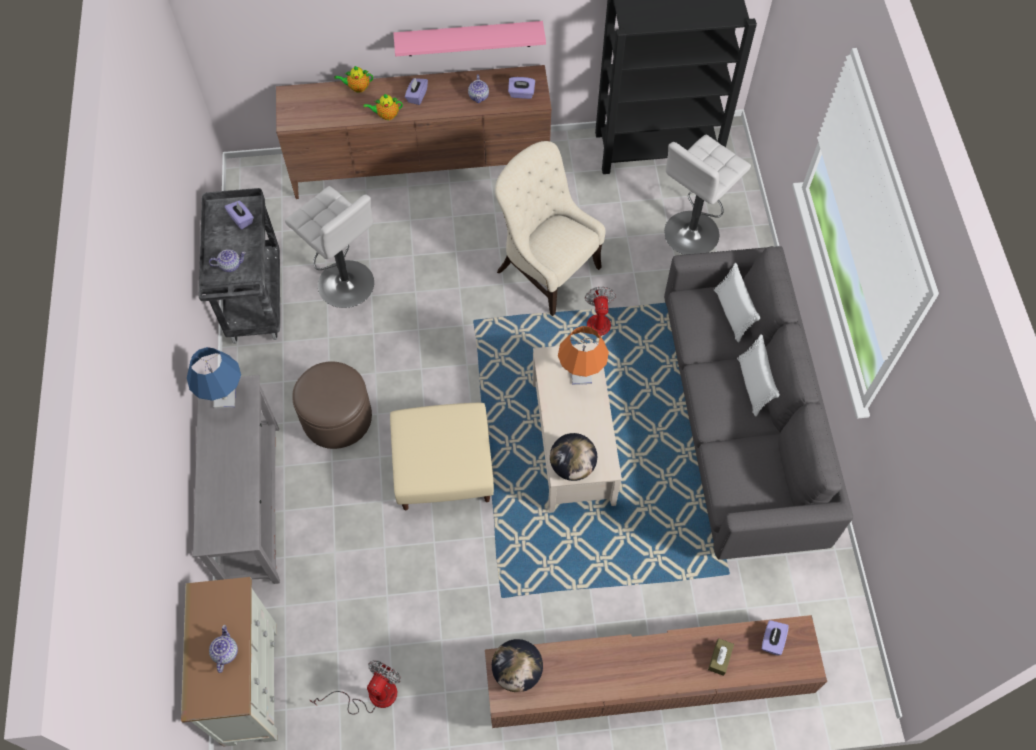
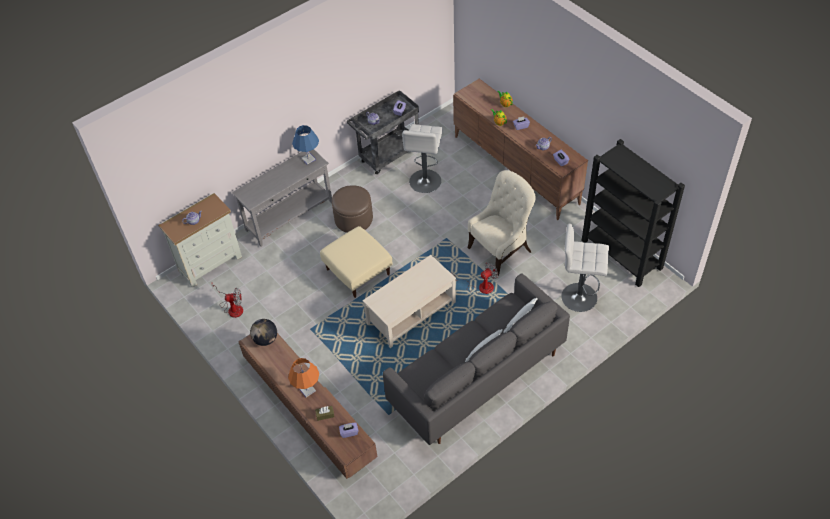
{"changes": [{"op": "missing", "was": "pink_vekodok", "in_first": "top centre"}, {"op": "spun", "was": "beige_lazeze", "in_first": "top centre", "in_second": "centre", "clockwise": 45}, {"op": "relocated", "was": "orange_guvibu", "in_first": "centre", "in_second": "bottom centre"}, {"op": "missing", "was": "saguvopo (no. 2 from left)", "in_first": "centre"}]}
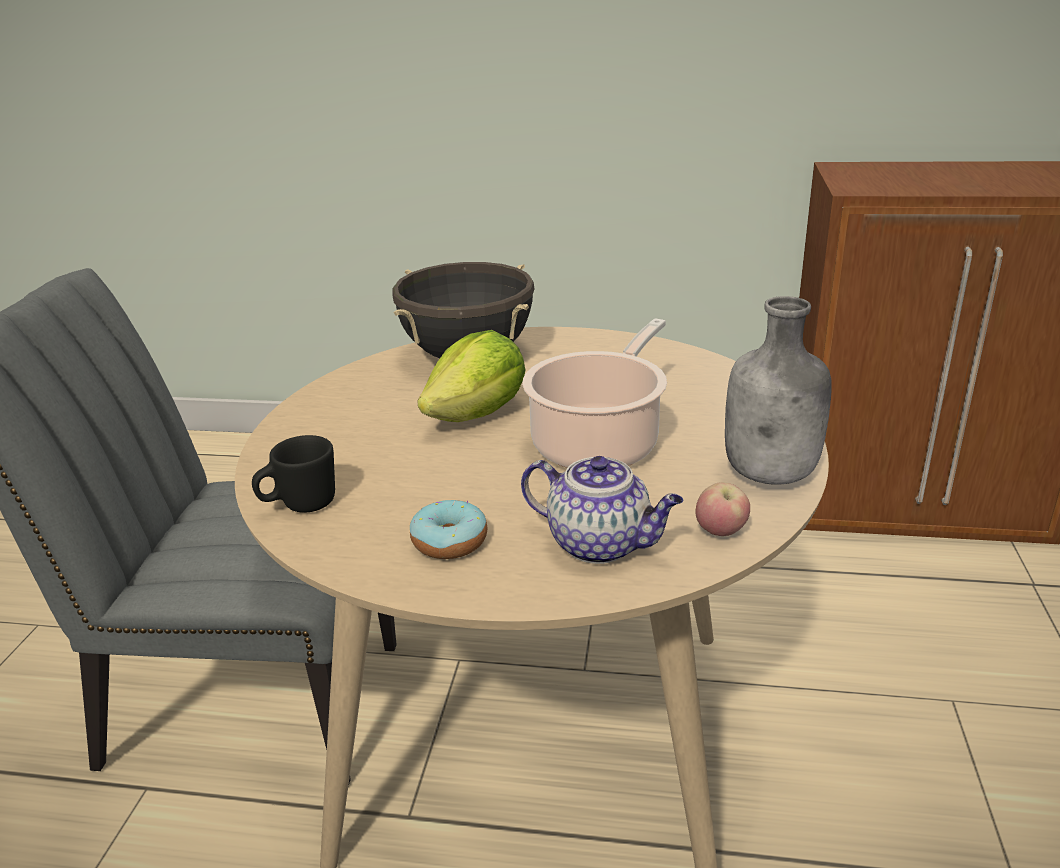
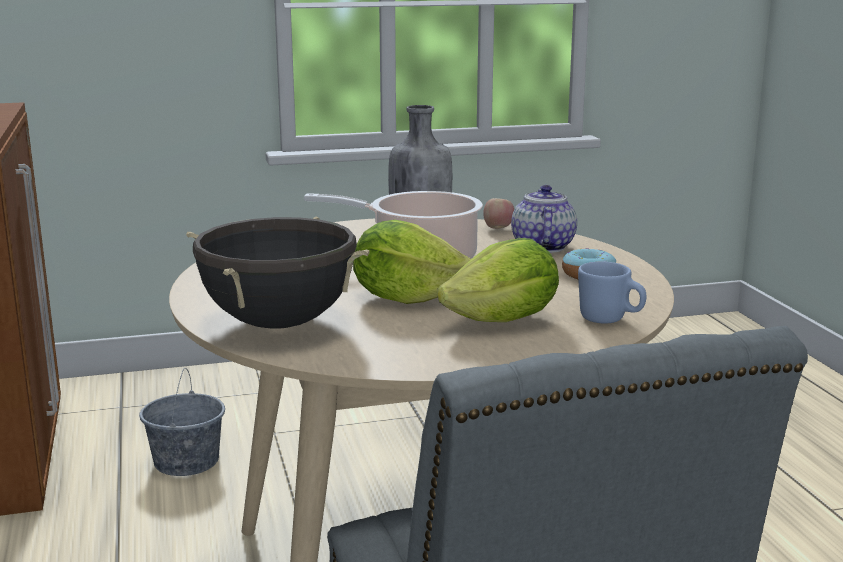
{"changes": [{"op": "colour", "was": "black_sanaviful", "now": "blue_sanaviful", "in_first": "middle left", "in_second": "middle right"}, {"op": "appeared", "now": "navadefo (no. 2 from left)", "in_second": "centre"}, {"op": "appeared", "now": "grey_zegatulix", "in_second": "bottom left"}]}
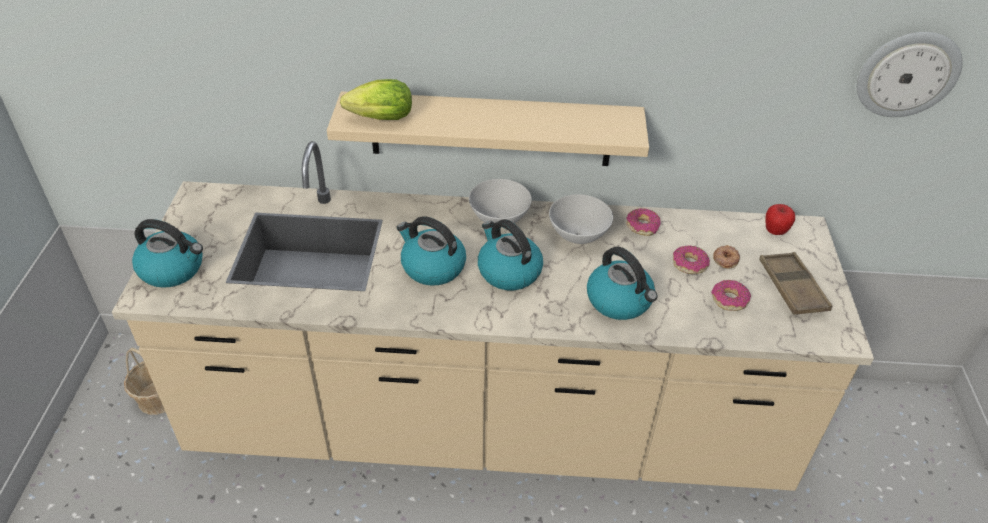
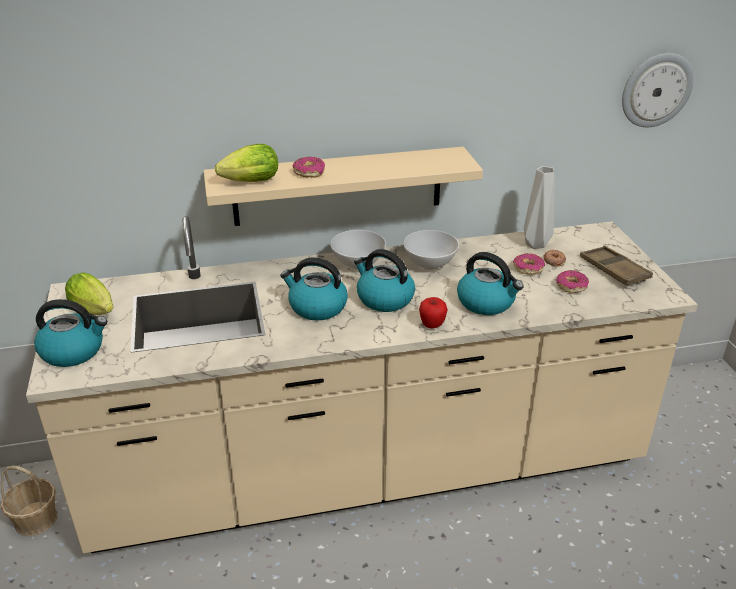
{"changes": [{"op": "relocated", "was": "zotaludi", "in_first": "middle right", "in_second": "centre"}, {"op": "relocated", "was": "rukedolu (no. 1 from left)", "in_first": "centre", "in_second": "top centre"}, {"op": "appeared", "now": "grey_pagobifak", "in_second": "middle right"}, {"op": "appeared", "now": "navadefo (no. 1 from left)", "in_second": "middle left"}]}
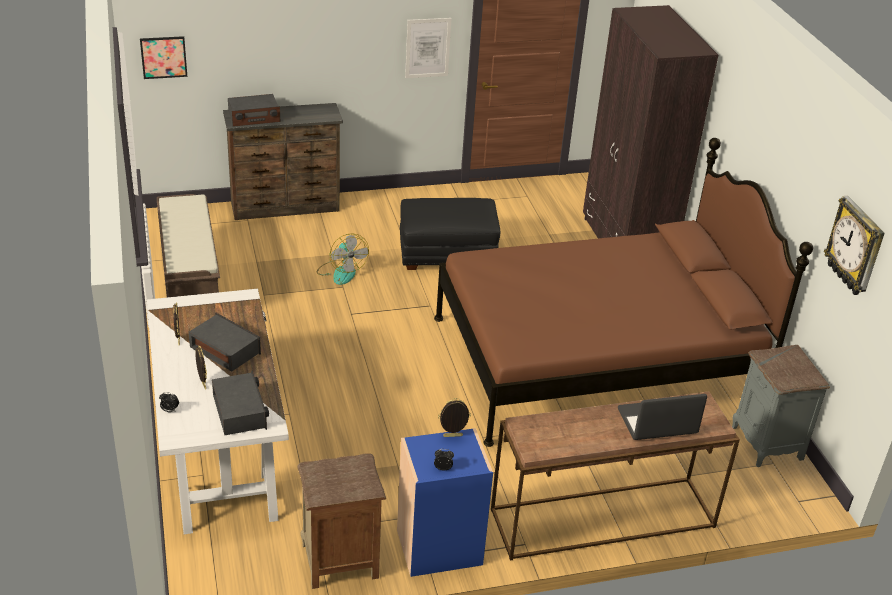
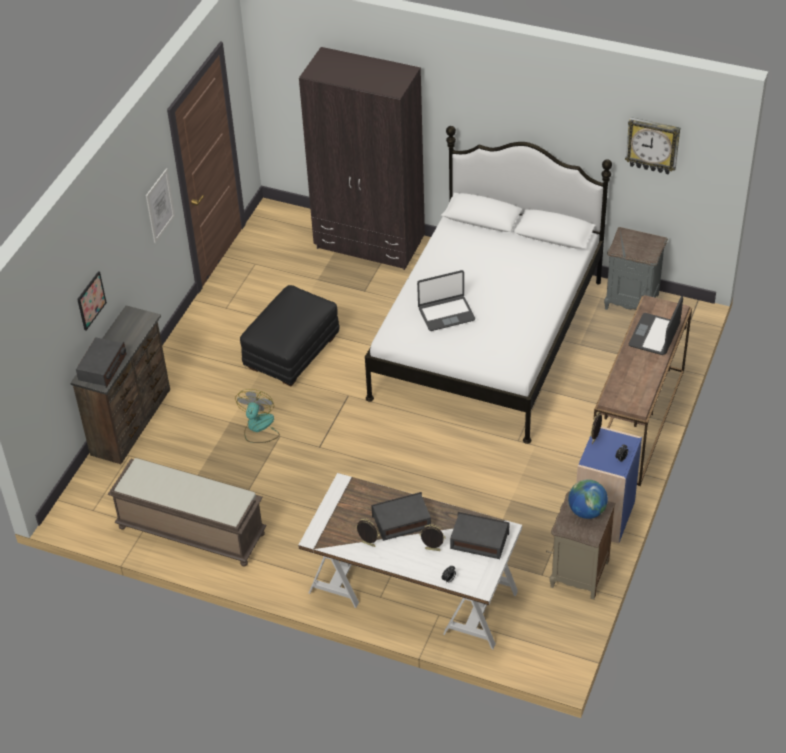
{"changes": [{"op": "relocated", "was": "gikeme (no. 1 from left)", "in_first": "top left", "in_second": "middle left"}, {"op": "colour", "was": "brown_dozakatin", "now": "white_dozakatin", "in_first": "middle right", "in_second": "centre"}, {"op": "spun", "was": "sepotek", "in_first": "centre", "in_second": "middle left", "clockwise": -90}, {"op": "appeared", "now": "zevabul (no. 1 from left)", "in_second": "centre"}, {"op": "appeared", "now": "saguvopo", "in_second": "middle right"}]}
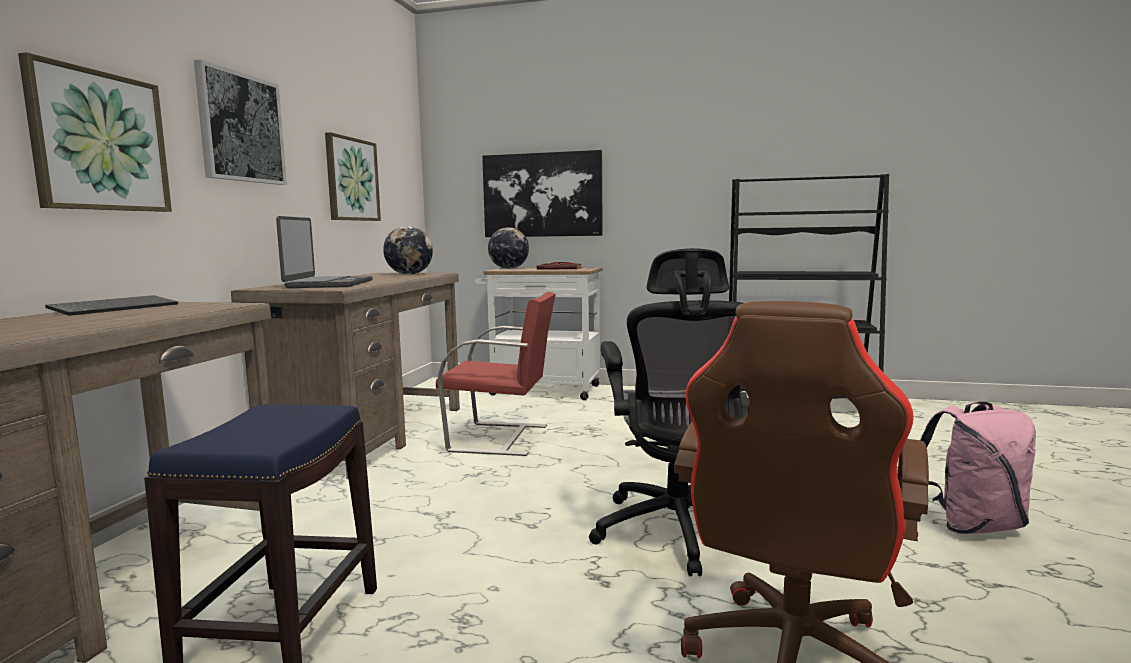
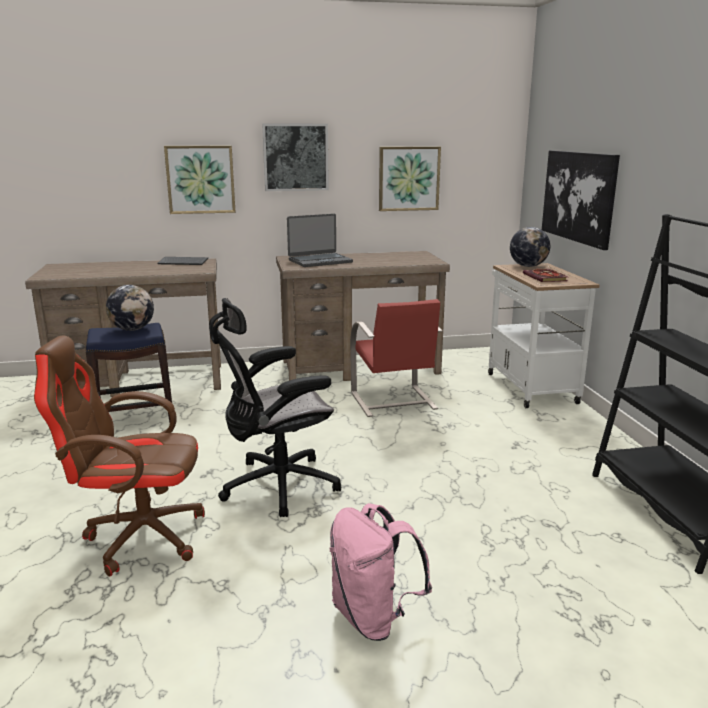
{"changes": [{"op": "relocated", "was": "saguvopo (no. 1 from left)", "in_first": "centre", "in_second": "middle left"}]}
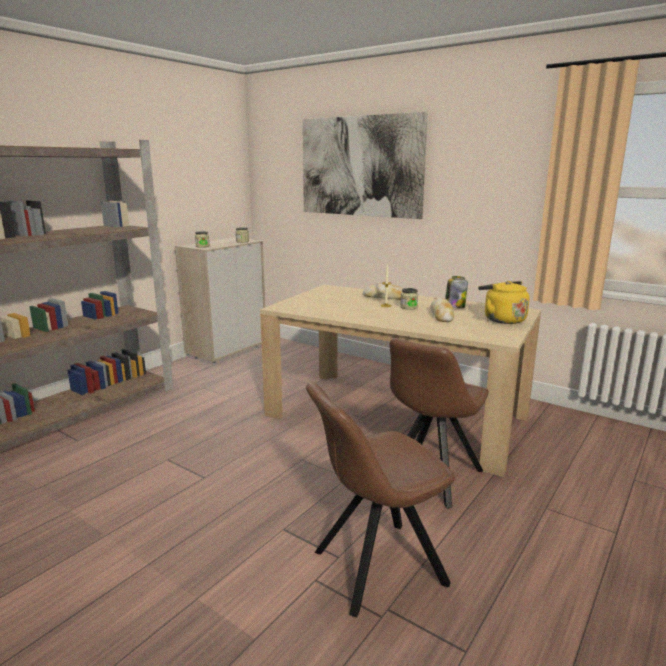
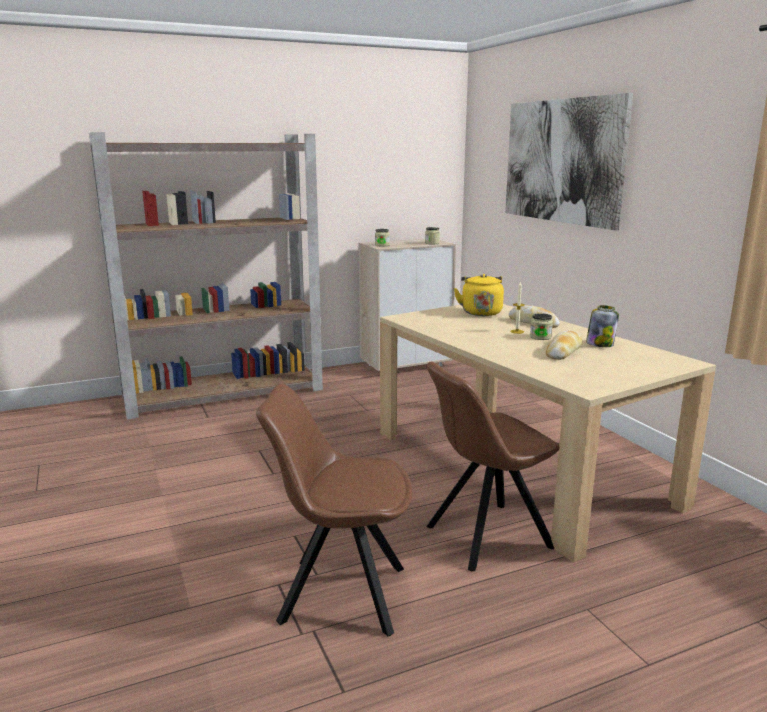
{"changes": [{"op": "relocated", "was": "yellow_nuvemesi", "in_first": "middle right", "in_second": "centre"}]}
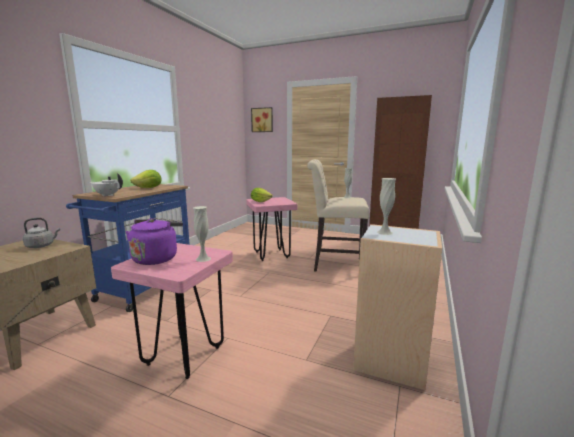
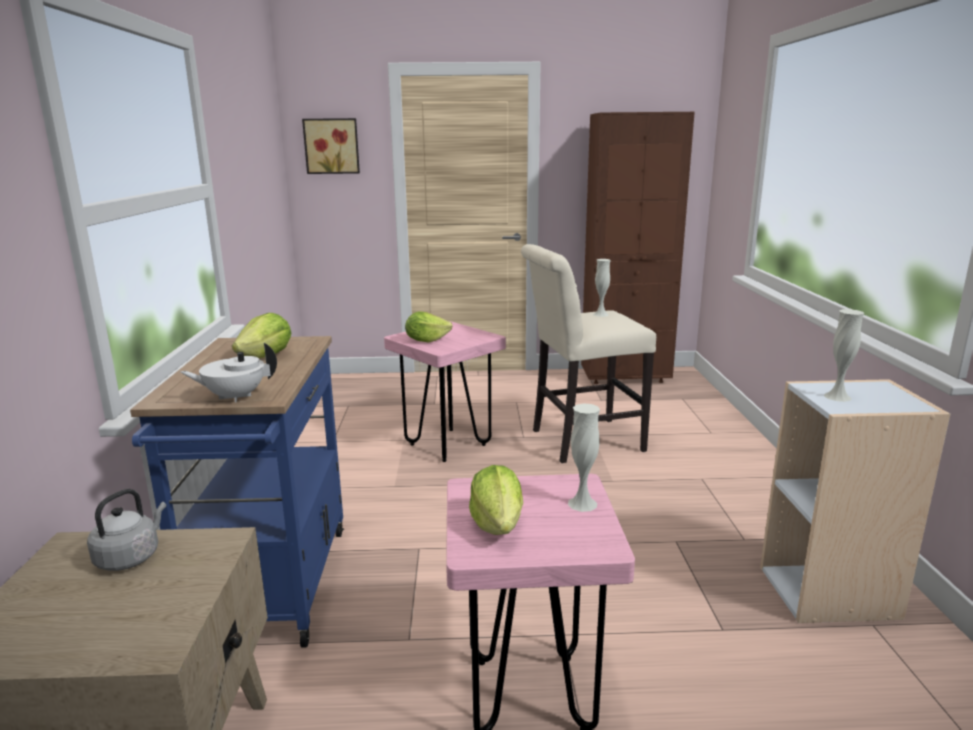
{"changes": [{"op": "exchanged", "was": "purple_nuvemesi", "now": "navadefo (no. 3 from left)", "in_first": "middle left", "in_second": "bottom centre"}]}
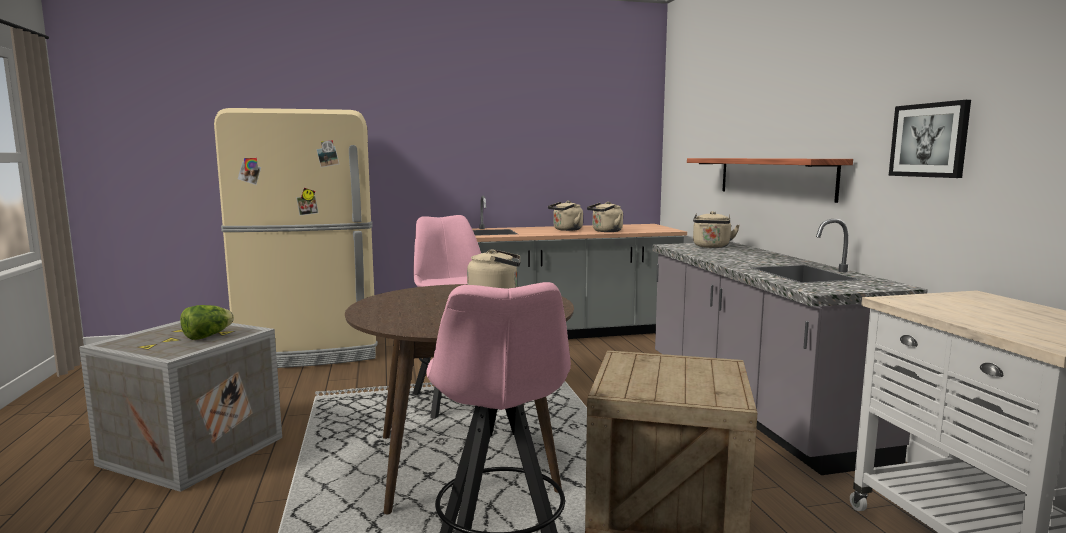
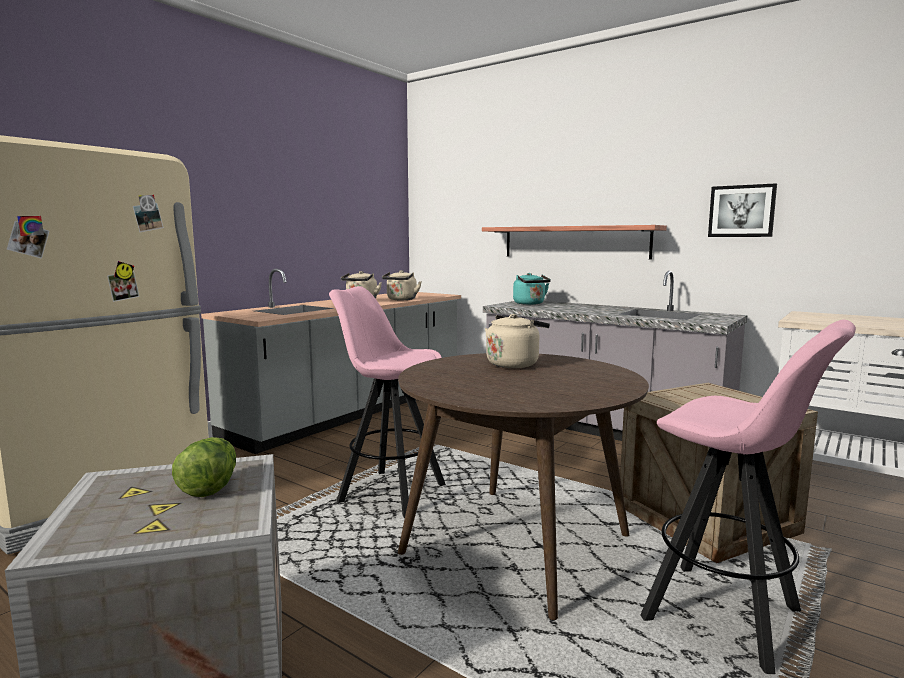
{"changes": [{"op": "colour", "was": "beige_nuvemesi (no. 4 from left)", "now": "turquoise_nuvemesi", "in_first": "middle right", "in_second": "centre"}]}
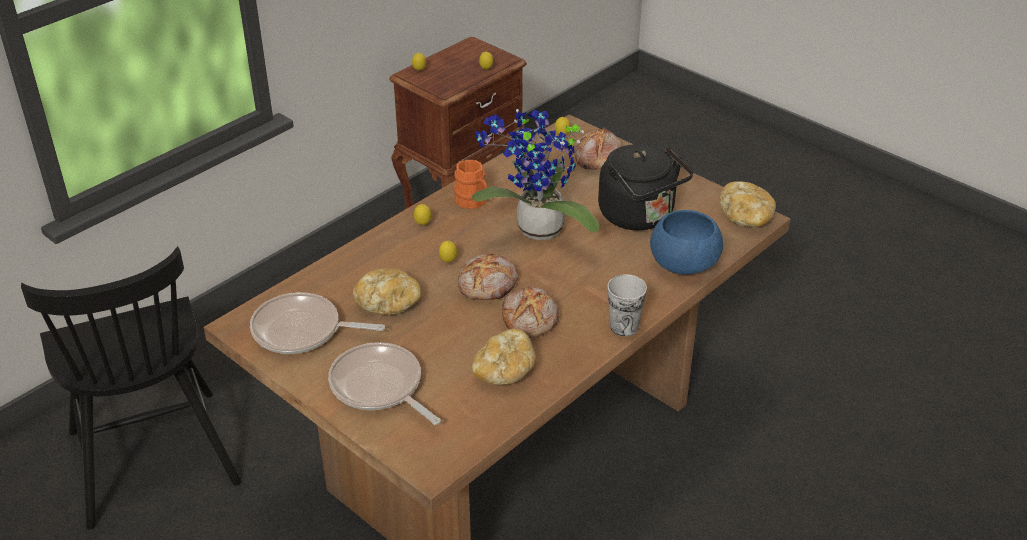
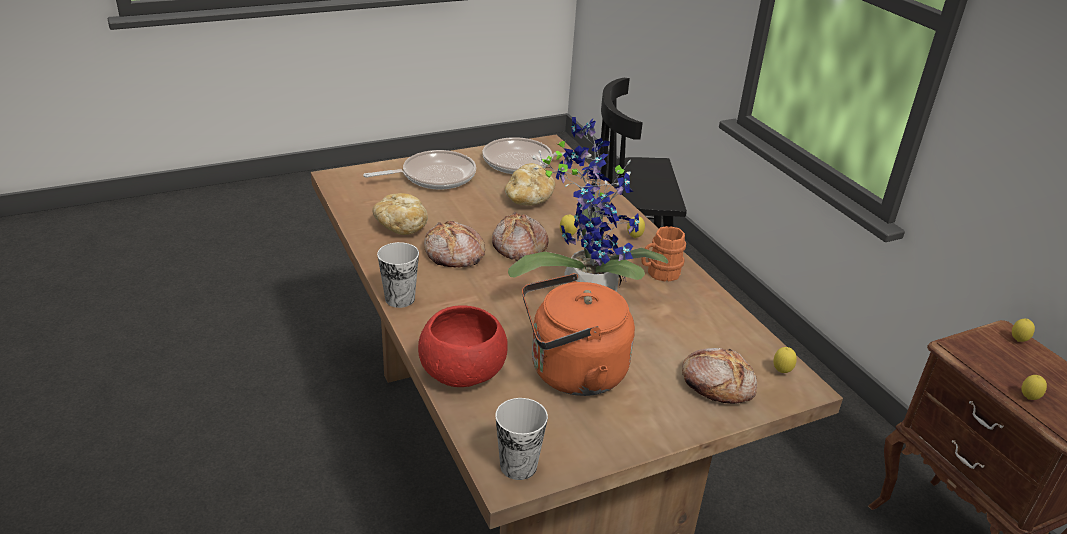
{"changes": [{"op": "colour", "was": "black_nuvemesi", "now": "orange_nuvemesi", "in_first": "centre", "in_second": "centre"}, {"op": "exchanged", "was": "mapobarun (no. 6 from left)", "now": "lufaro (no. 2 from left)", "in_first": "middle right", "in_second": "bottom centre"}, {"op": "colour", "was": "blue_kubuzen", "now": "red_kubuzen", "in_first": "middle right", "in_second": "centre"}, {"op": "spun", "was": "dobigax (no. 1 from left in the first image)", "in_first": "middle left", "in_second": "top centre", "clockwise": -120}]}
